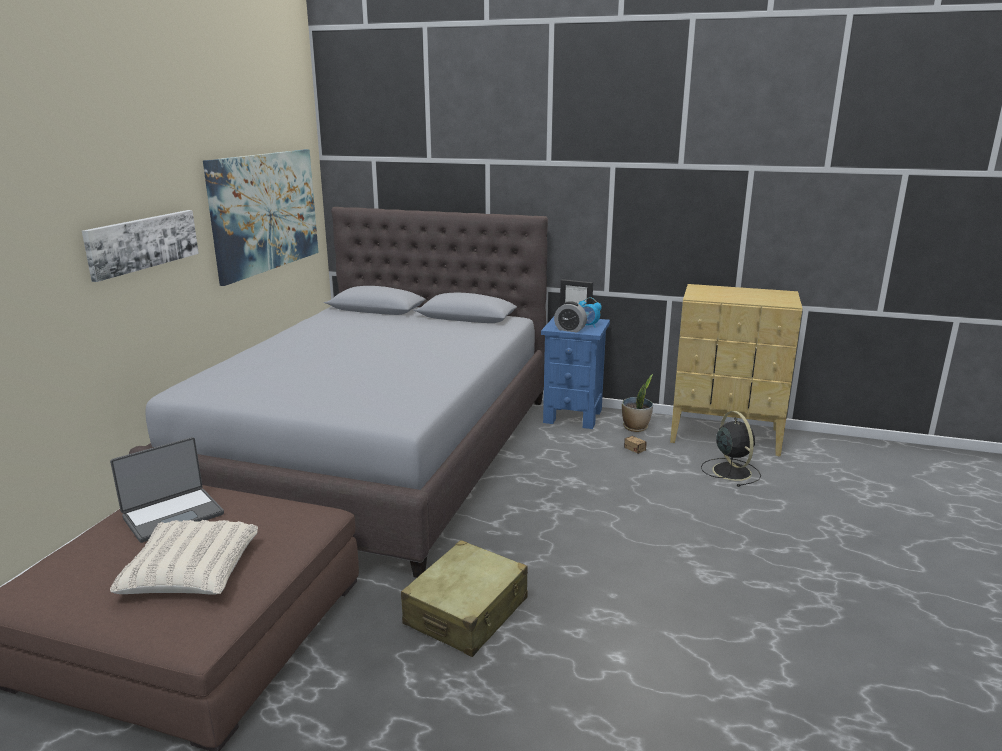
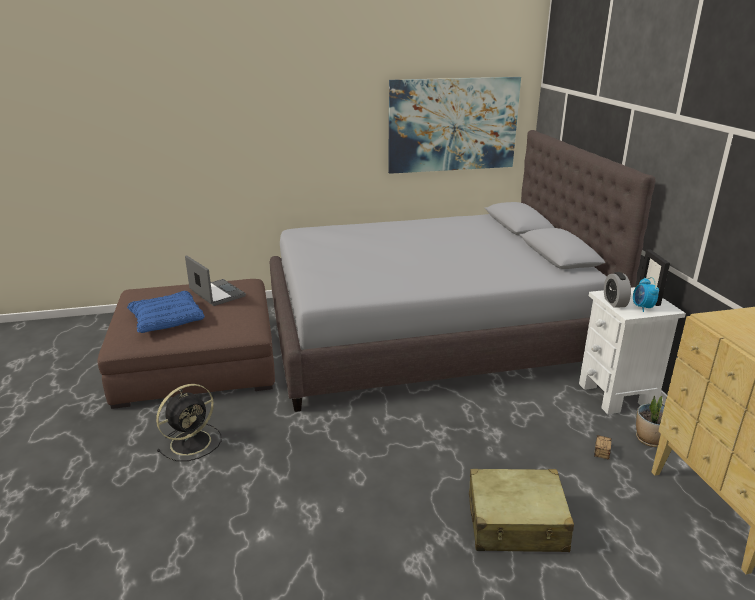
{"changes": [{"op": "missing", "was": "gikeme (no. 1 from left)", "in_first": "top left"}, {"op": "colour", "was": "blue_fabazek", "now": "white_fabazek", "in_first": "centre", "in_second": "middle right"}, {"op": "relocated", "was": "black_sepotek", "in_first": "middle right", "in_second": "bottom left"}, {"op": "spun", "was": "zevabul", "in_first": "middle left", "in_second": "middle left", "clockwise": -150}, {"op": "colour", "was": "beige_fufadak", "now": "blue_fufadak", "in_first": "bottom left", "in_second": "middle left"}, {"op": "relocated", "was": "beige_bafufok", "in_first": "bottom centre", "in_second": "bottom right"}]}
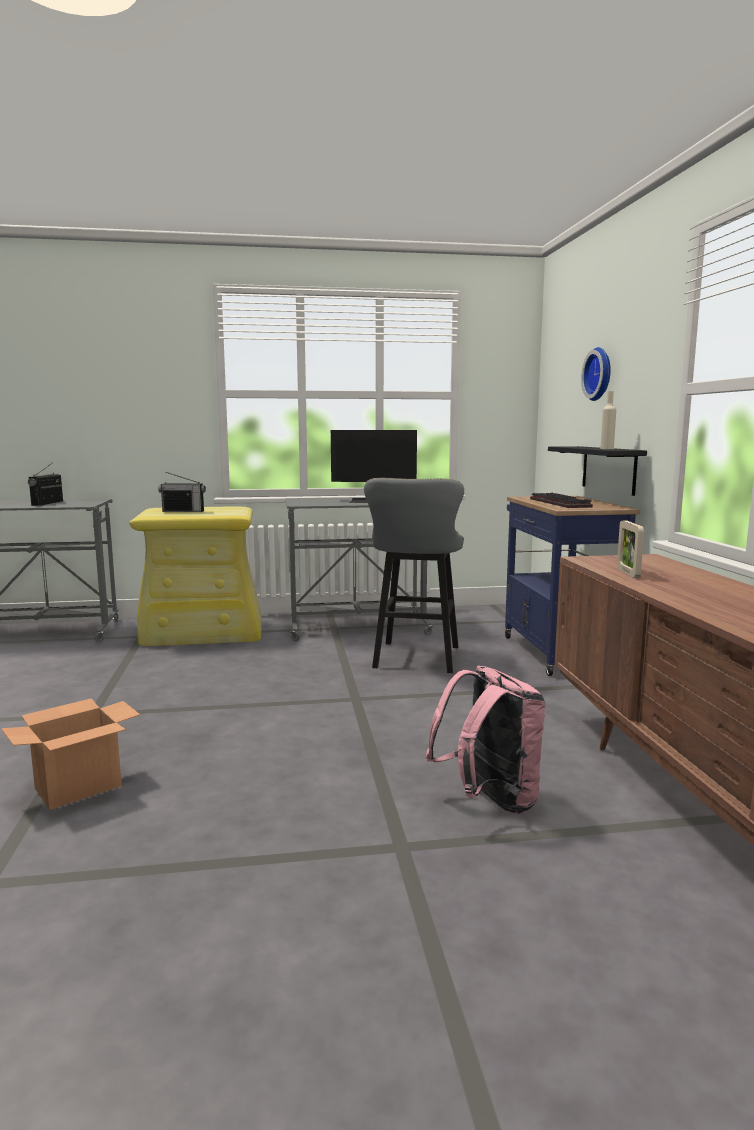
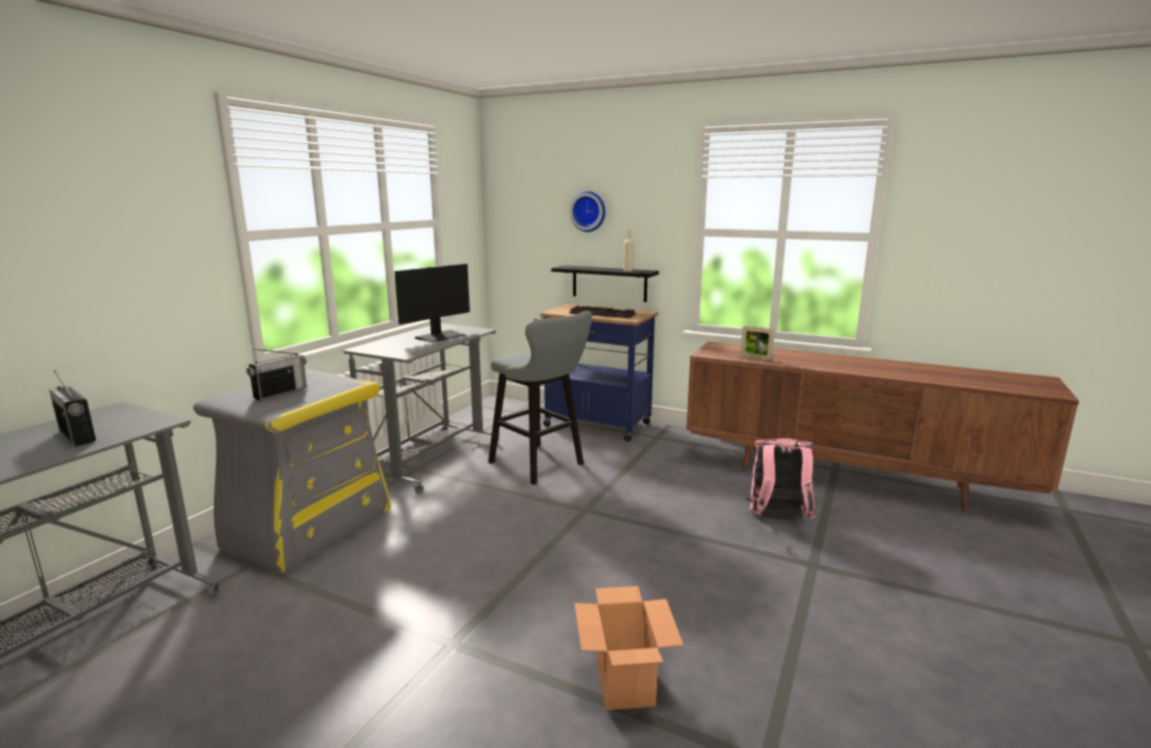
{"changes": [{"op": "colour", "was": "yellow_fabazek", "now": "grey_fabazek", "in_first": "middle left", "in_second": "middle left"}]}
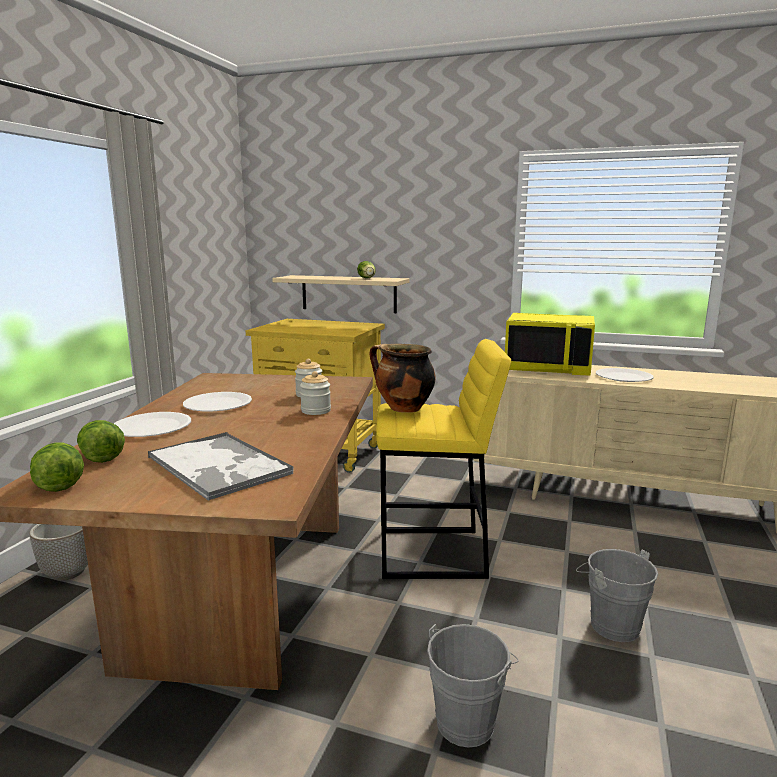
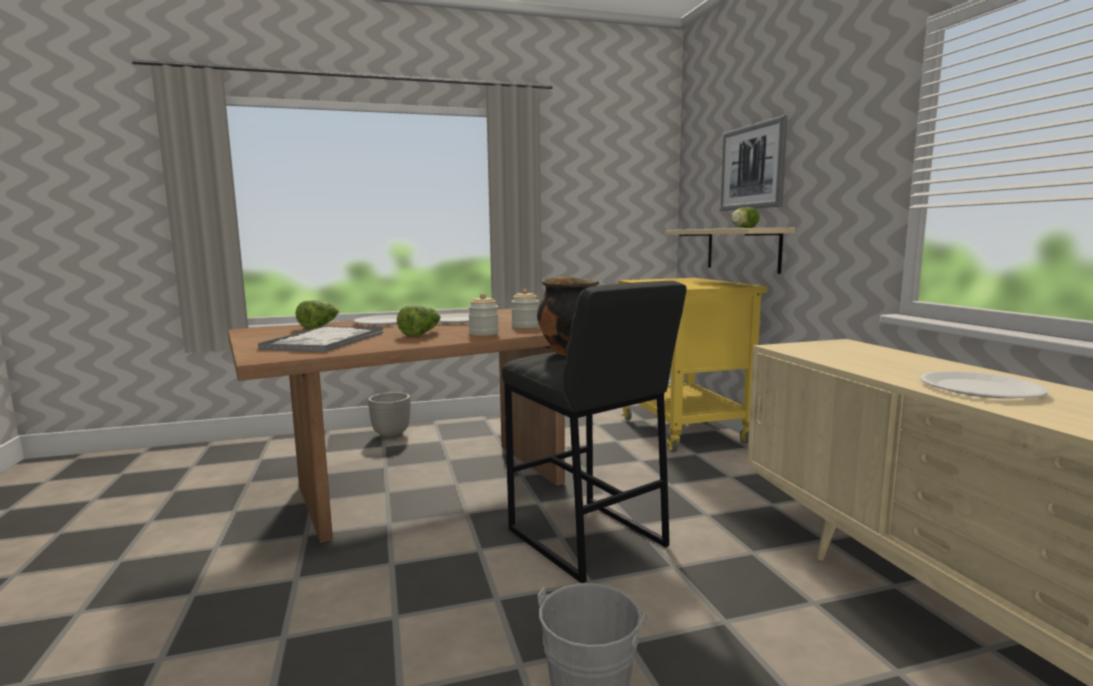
{"changes": [{"op": "missing", "was": "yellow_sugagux", "in_first": "middle right"}, {"op": "colour", "was": "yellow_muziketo", "now": "black_muziketo", "in_first": "centre", "in_second": "centre"}, {"op": "relocated", "was": "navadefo (no. 1 from left in the first image)", "now": "navadefo (no. 2 from left)", "in_first": "middle left", "in_second": "centre"}, {"op": "missing", "was": "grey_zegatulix (no. 1 from left)", "in_first": "bottom centre"}, {"op": "appeared", "now": "gikeme", "in_second": "top right"}]}
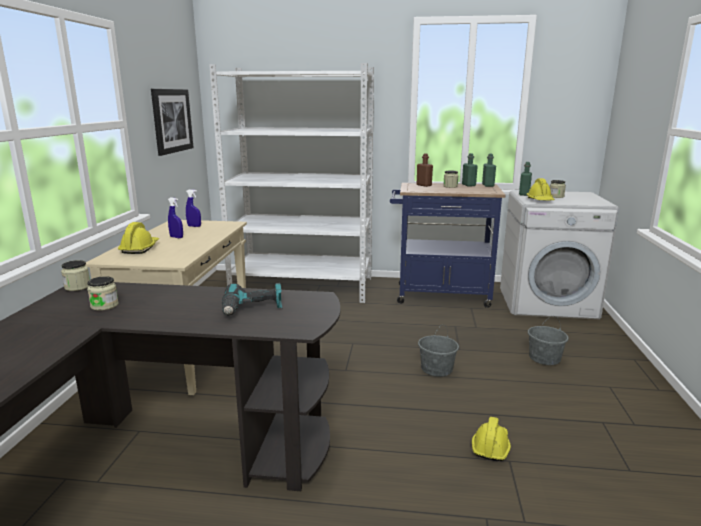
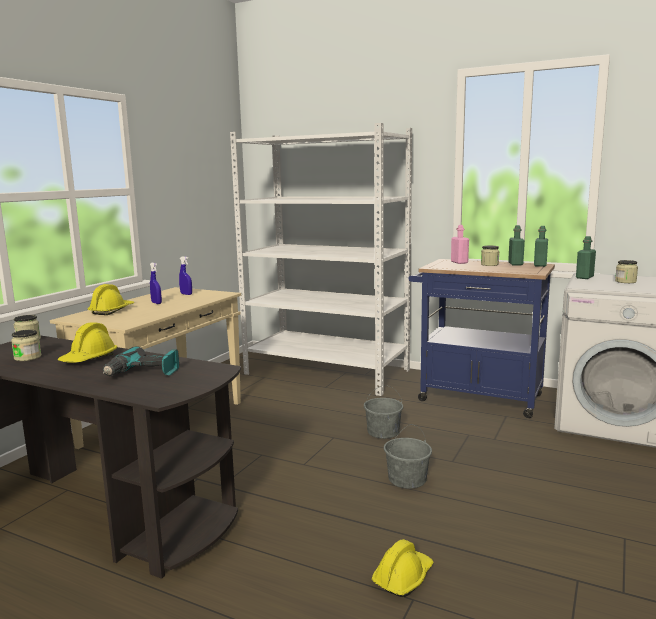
{"changes": [{"op": "missing", "was": "gikeme", "in_first": "top left"}, {"op": "colour", "was": "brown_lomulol", "now": "pink_lomulol", "in_first": "top centre", "in_second": "middle right"}, {"op": "relocated", "was": "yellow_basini (no. 3 from left in the first image)", "now": "yellow_basini (no. 1 from left)", "in_first": "middle right", "in_second": "middle left"}, {"op": "relocated", "was": "grey_zegatulix (no. 2 from left in the first image)", "now": "grey_zegatulix (no. 1 from left)", "in_first": "middle right", "in_second": "centre"}]}
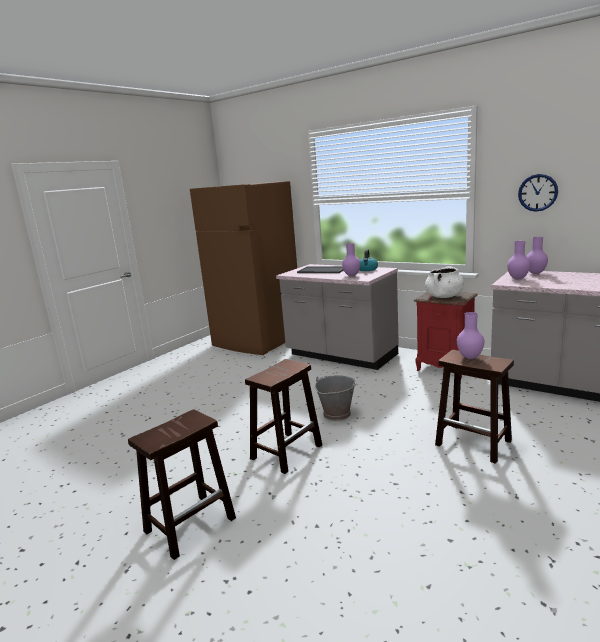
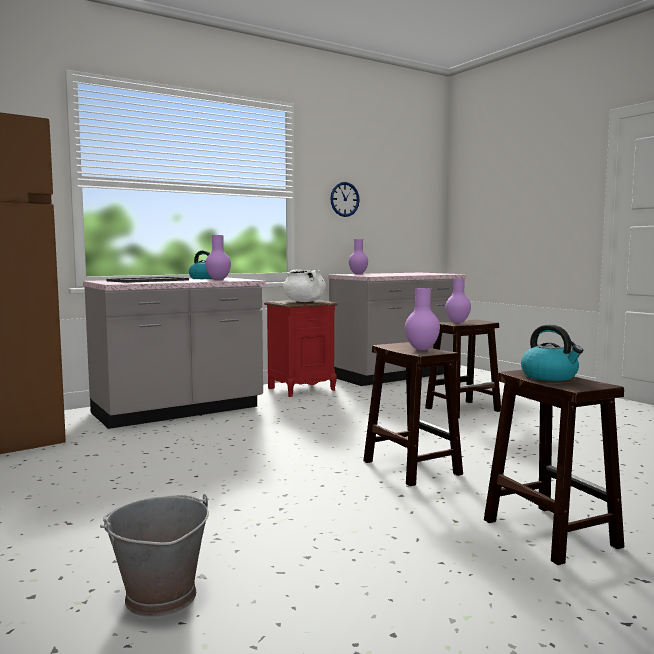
{"changes": [{"op": "relocated", "was": "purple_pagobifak (no. 3 from left)", "in_first": "middle right", "in_second": "centre"}, {"op": "relocated", "was": "grey_zegatulix", "in_first": "centre", "in_second": "bottom left"}, {"op": "appeared", "now": "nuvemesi (no. 2 from left)", "in_second": "middle right"}]}
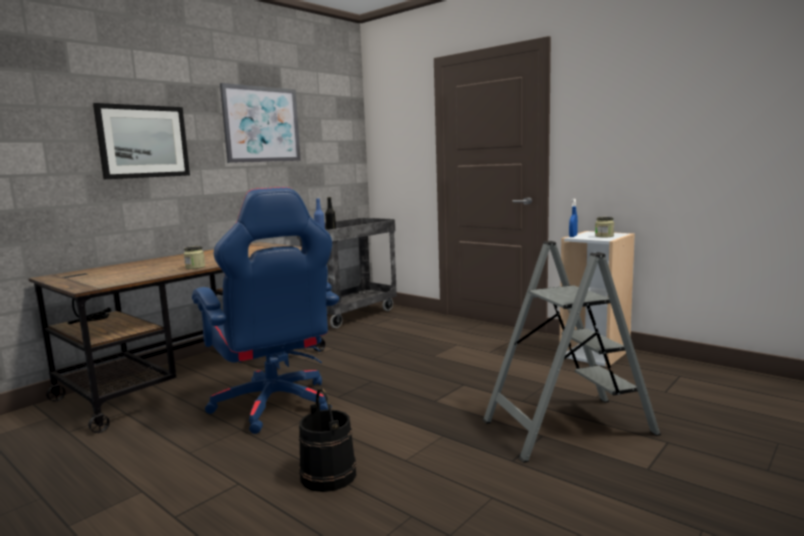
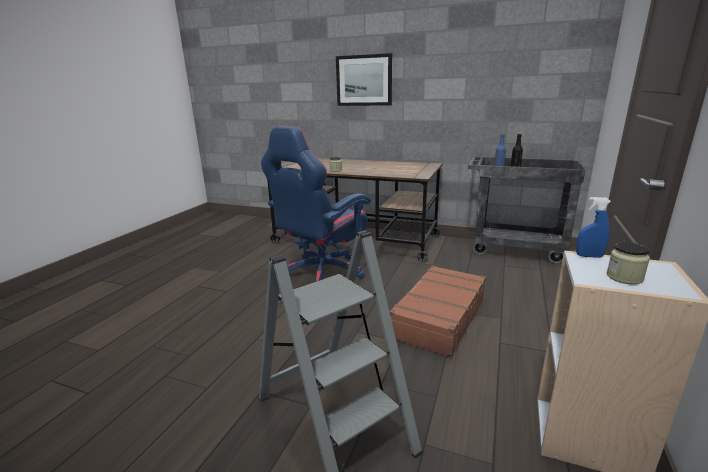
{"changes": [{"op": "missing", "was": "gikeme (no. 2 from left)", "in_first": "top left"}, {"op": "missing", "was": "black_zegatulix", "in_first": "bottom centre"}, {"op": "appeared", "now": "brown_bafufok", "in_second": "centre"}]}
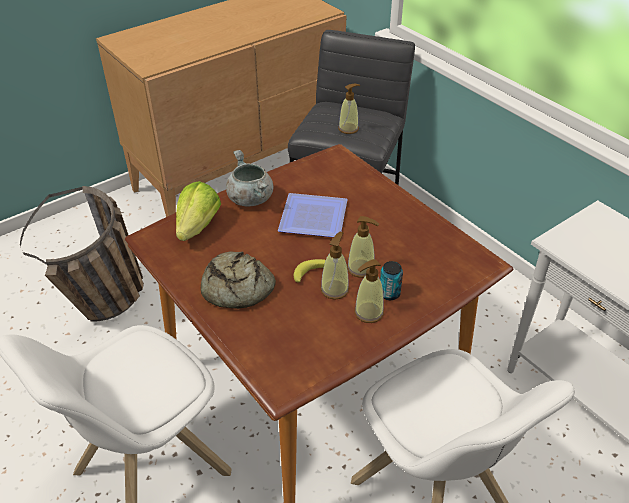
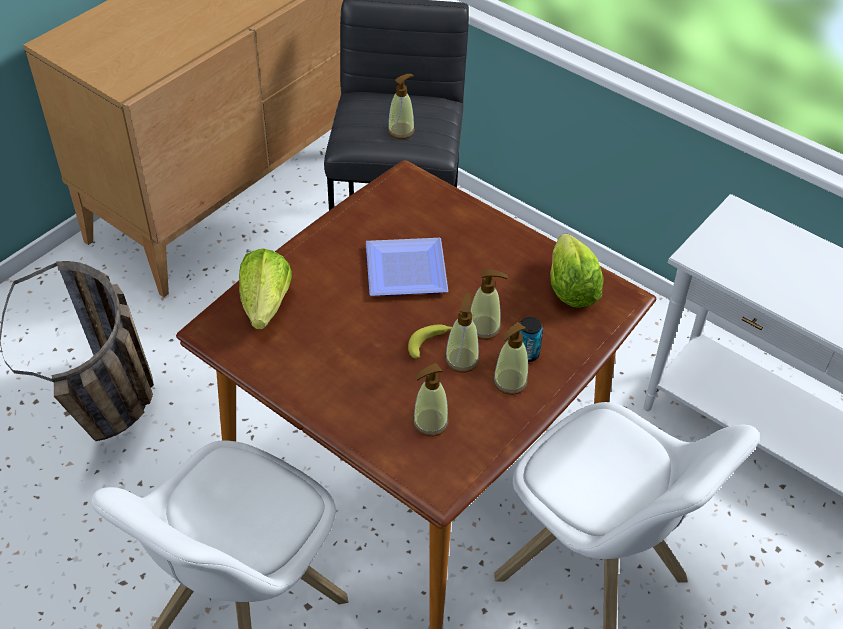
{"changes": [{"op": "missing", "was": "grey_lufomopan", "in_first": "centre"}, {"op": "missing", "was": "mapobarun", "in_first": "centre"}, {"op": "appeared", "now": "navadefo (no. 2 from left)", "in_second": "middle right"}, {"op": "appeared", "now": "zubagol (no. 2 from left)", "in_second": "centre"}]}
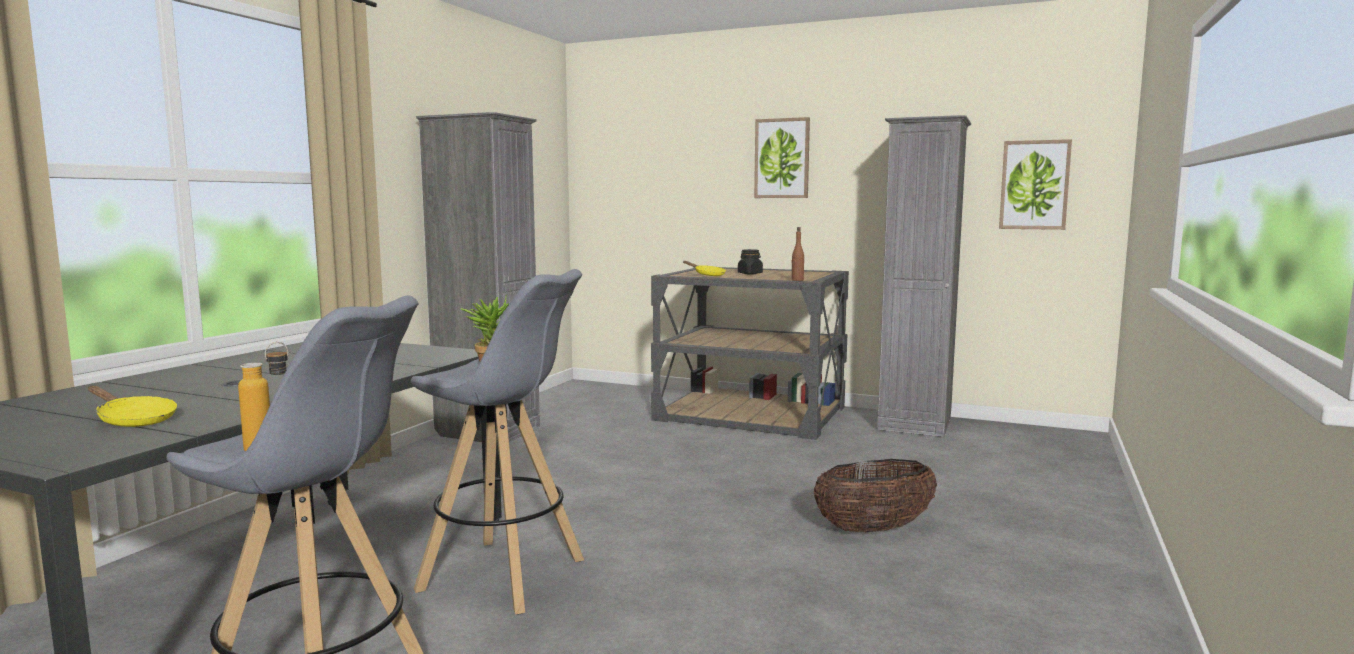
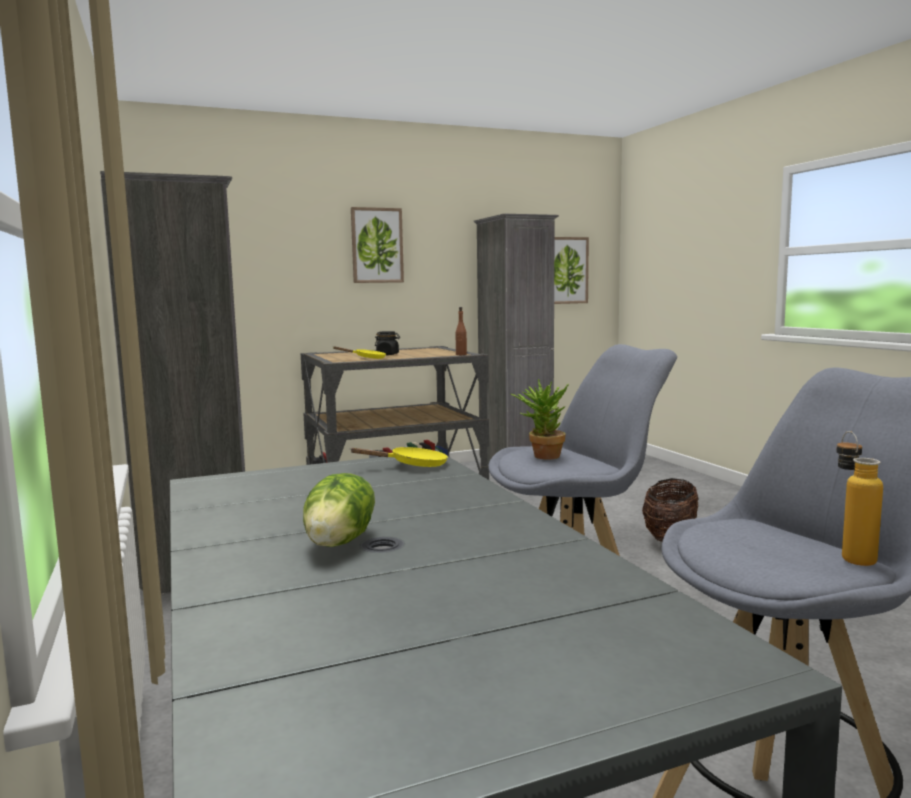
{"changes": [{"op": "relocated", "was": "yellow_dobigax (no. 1 from left in the first image)", "now": "yellow_dobigax (no. 2 from left)", "in_first": "middle left", "in_second": "centre"}, {"op": "appeared", "now": "navadefo", "in_second": "centre"}]}
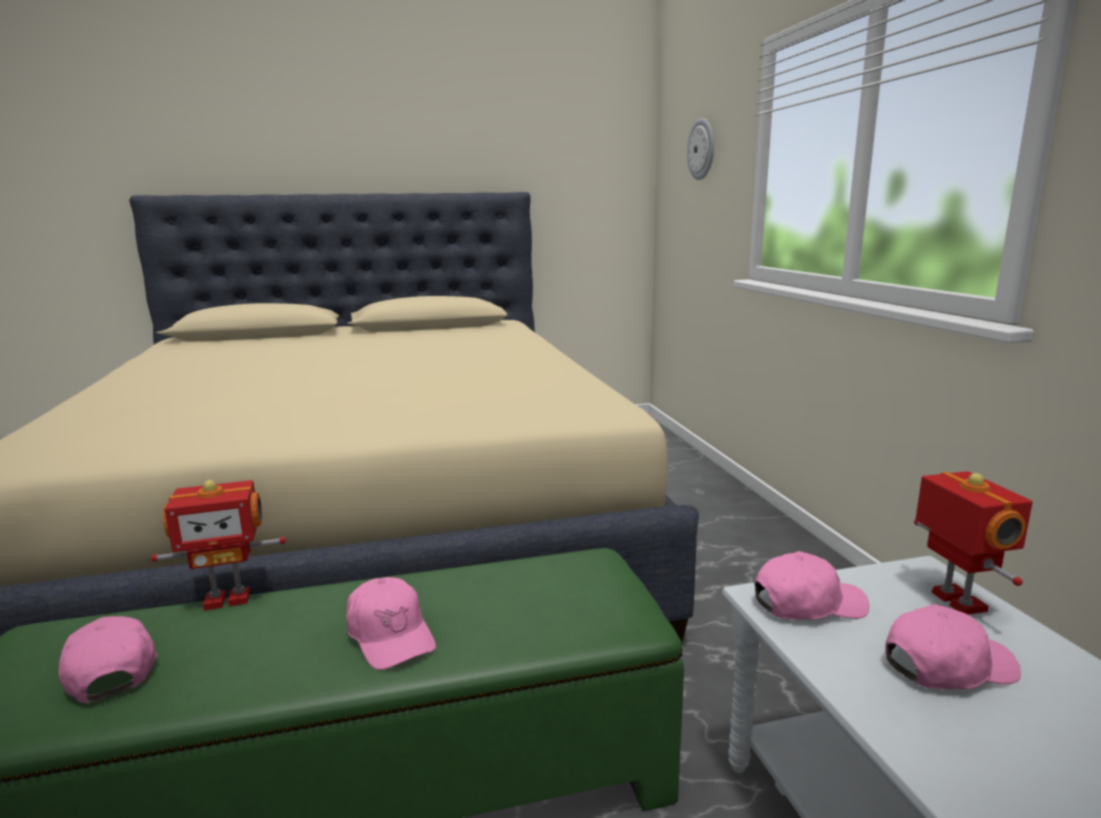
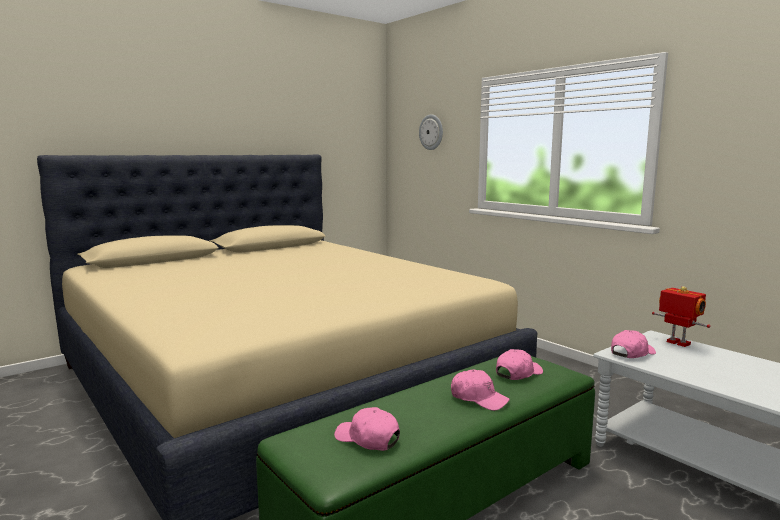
{"changes": [{"op": "missing", "was": "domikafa (no. 1 from left)", "in_first": "middle left"}, {"op": "relocated", "was": "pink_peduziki (no. 4 from left in the first image)", "now": "pink_peduziki (no. 3 from left)", "in_first": "bottom right", "in_second": "bottom centre"}]}
